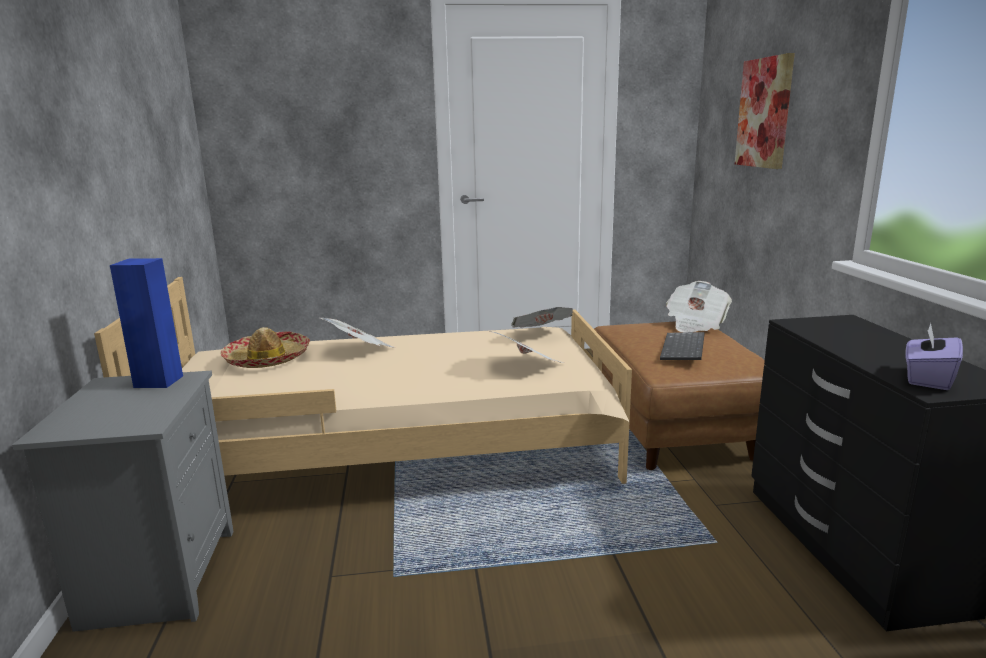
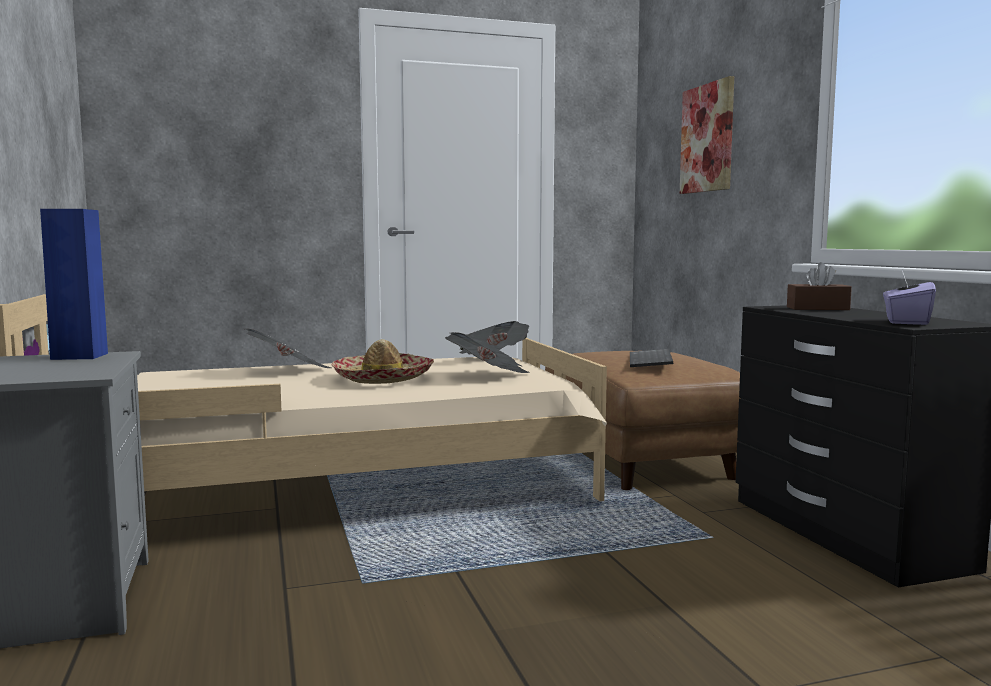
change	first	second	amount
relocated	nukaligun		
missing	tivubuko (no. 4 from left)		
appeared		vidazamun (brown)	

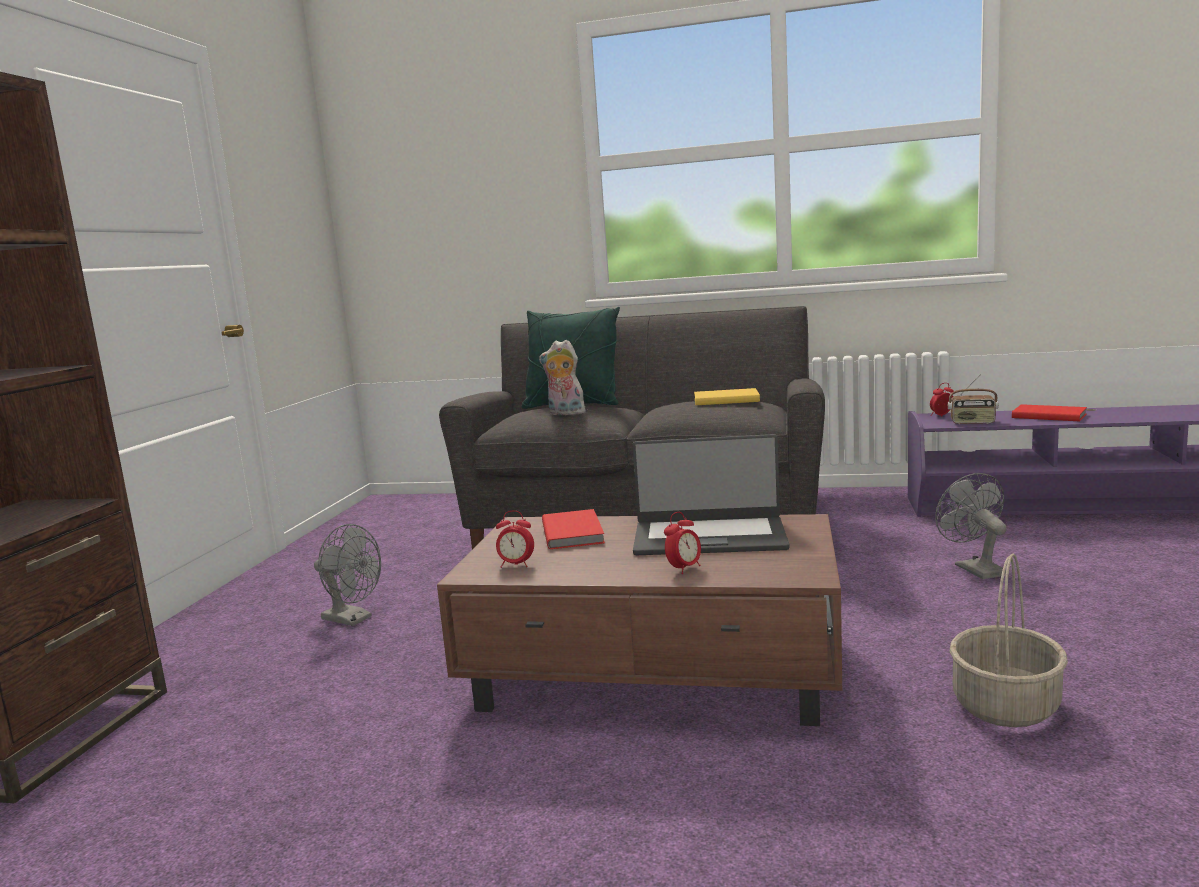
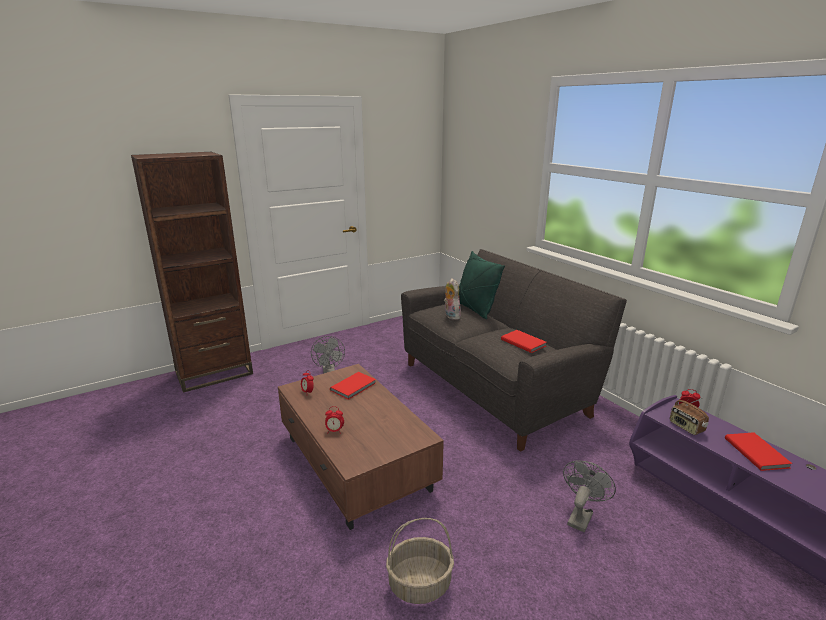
change	first	second	amount
missing	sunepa		
colour	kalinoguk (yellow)	kalinoguk (red) (no. 2 from left)	

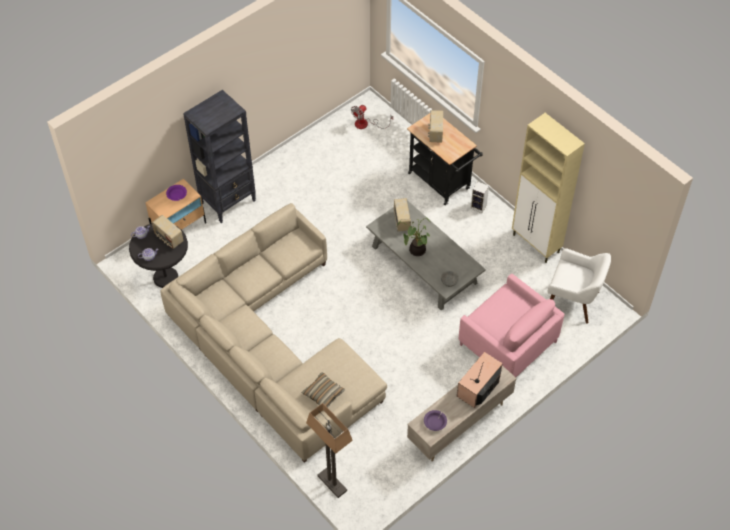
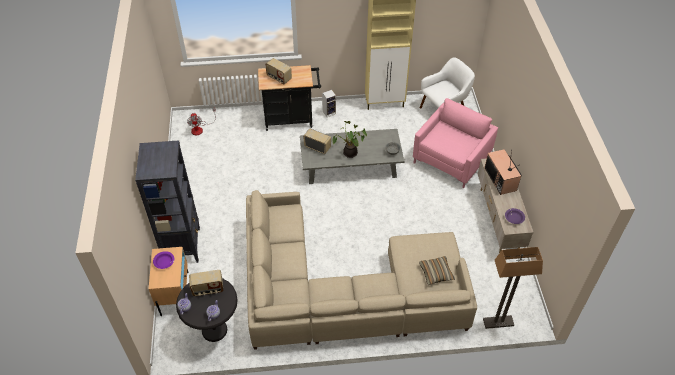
change	first	second	amount
spun	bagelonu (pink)		45 degrees counterclockwise

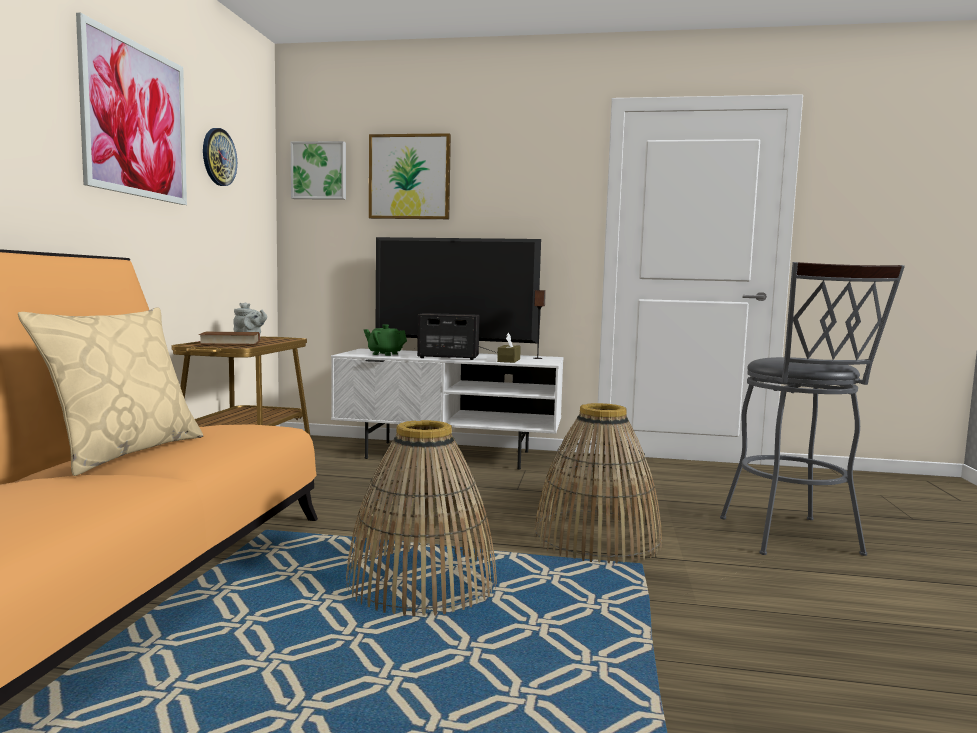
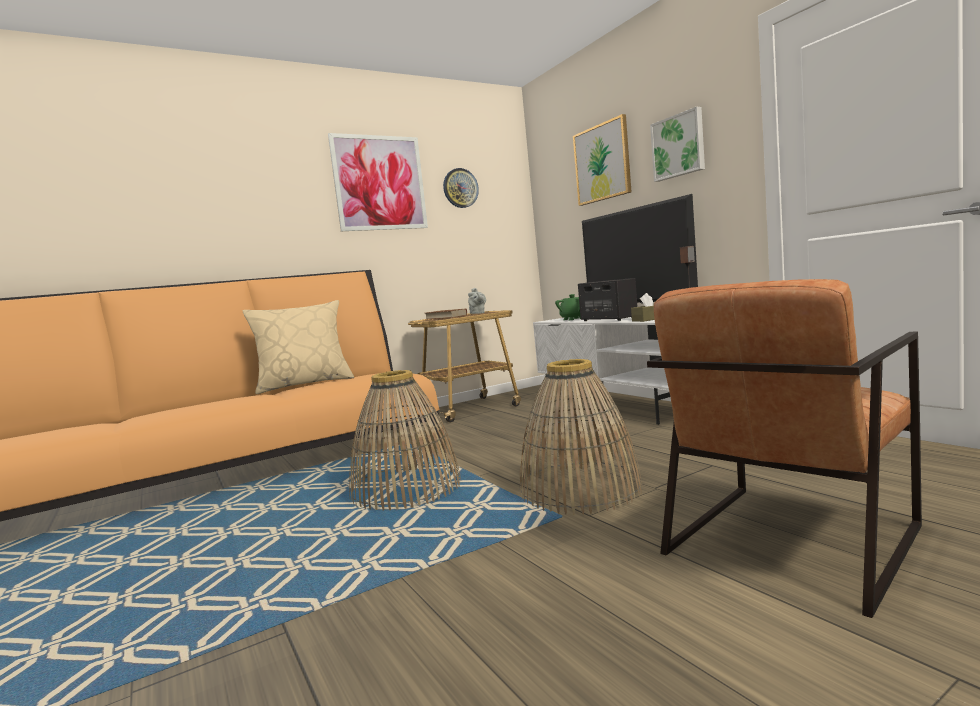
change	first	second	amount
relocated	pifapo (no. 2 from left in the first image)	pifapo (no. 3 from left)	
exchanged	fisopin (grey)	bagelonu (brown)	

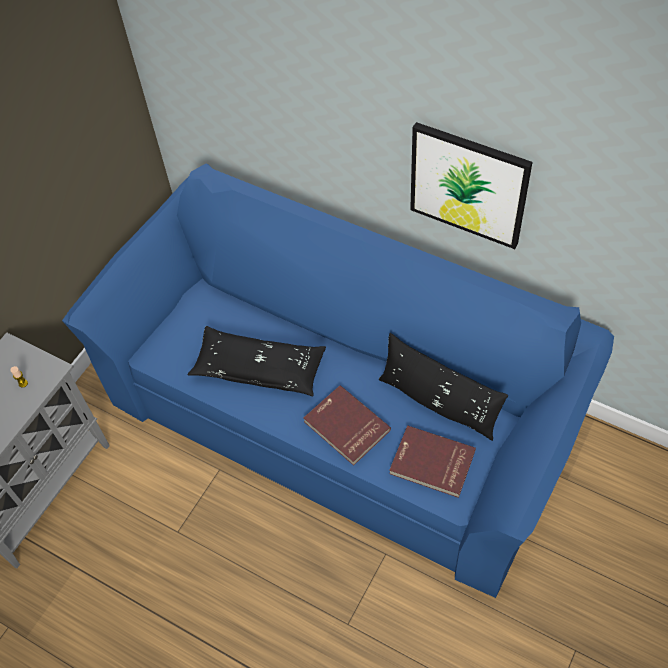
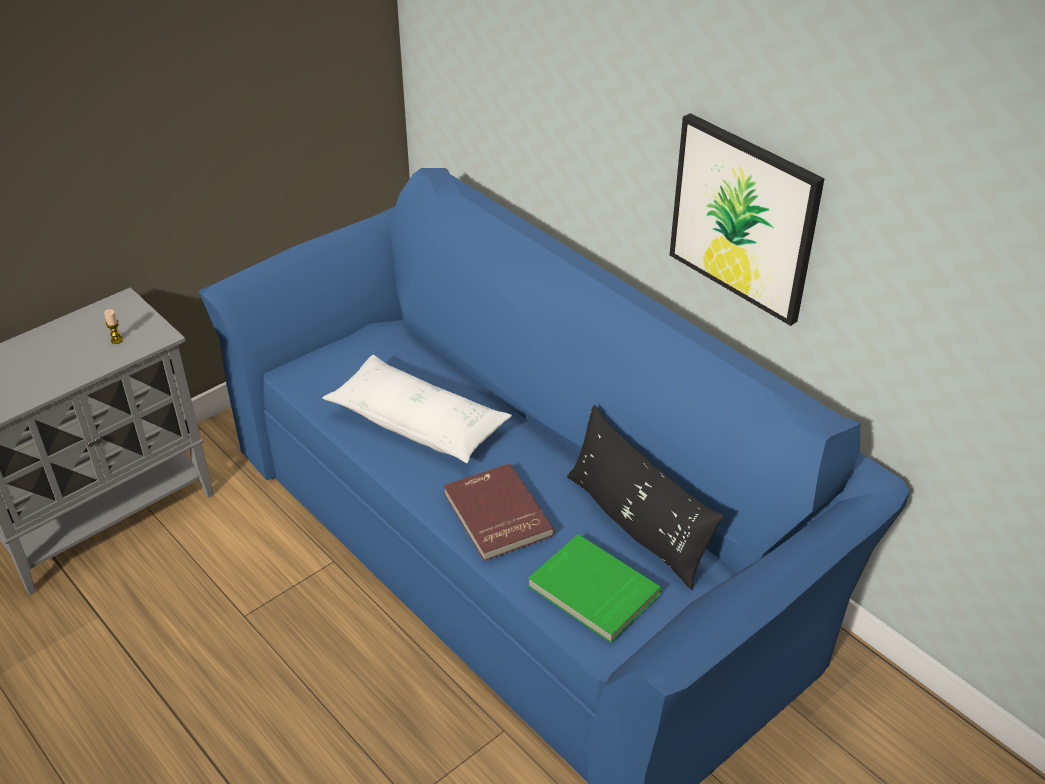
change	first	second	amount
colour	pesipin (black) (no. 1 from left)	pesipin (white)	
colour	kalinoguk (red) (no. 2 from left)	kalinoguk (green)	

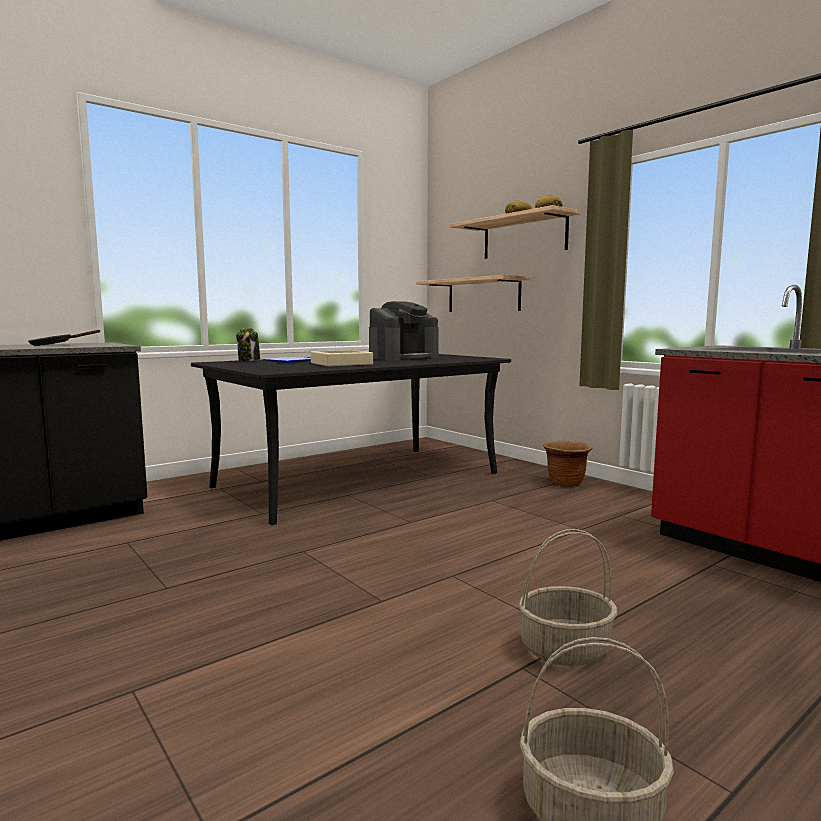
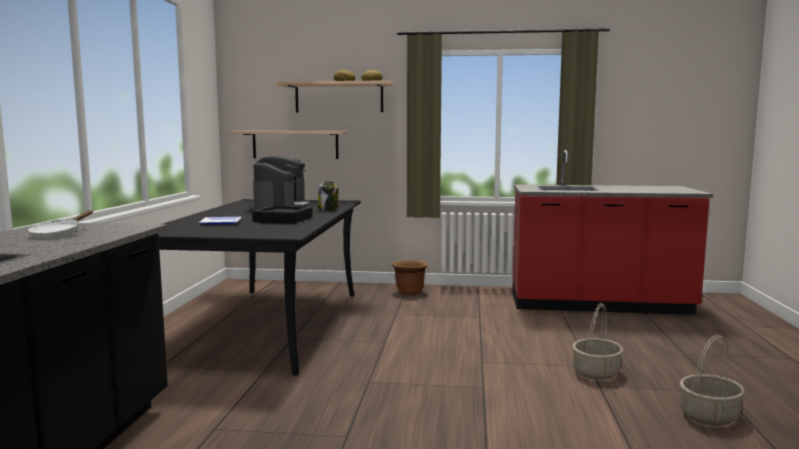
change	first	second	amount
colour	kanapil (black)	kanapil (white)	
relocated	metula		
colour	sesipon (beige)	sesipon (black)	

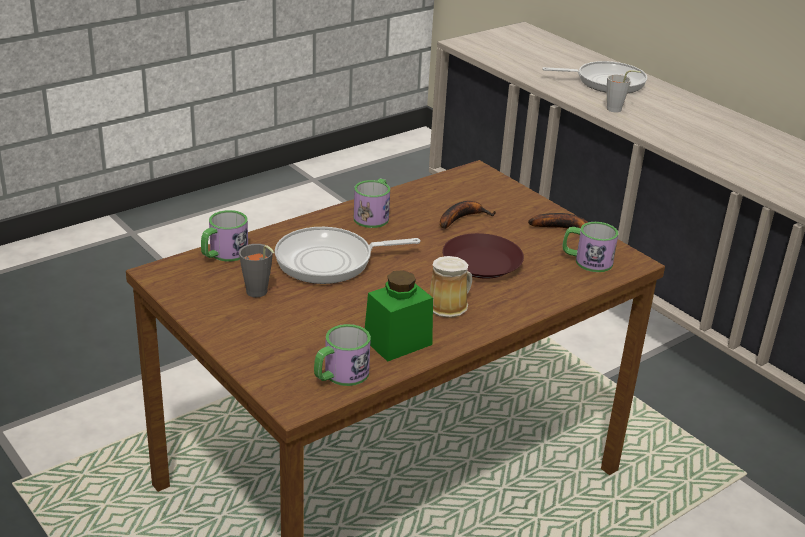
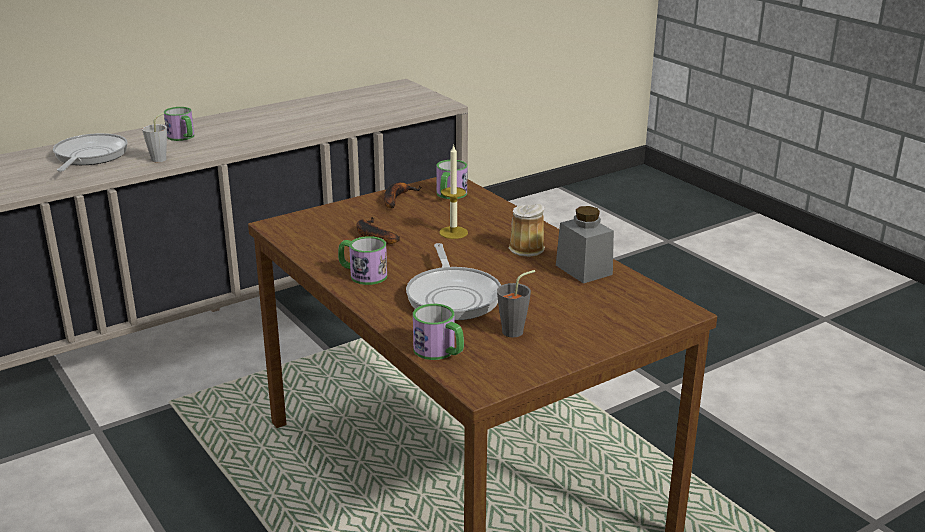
change	first	second	amount
relocated	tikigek (no. 2 from left in the first image)	tikigek (no. 1 from left)	
colour	metula (green)	metula (grey)	
exchanged	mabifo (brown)	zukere	

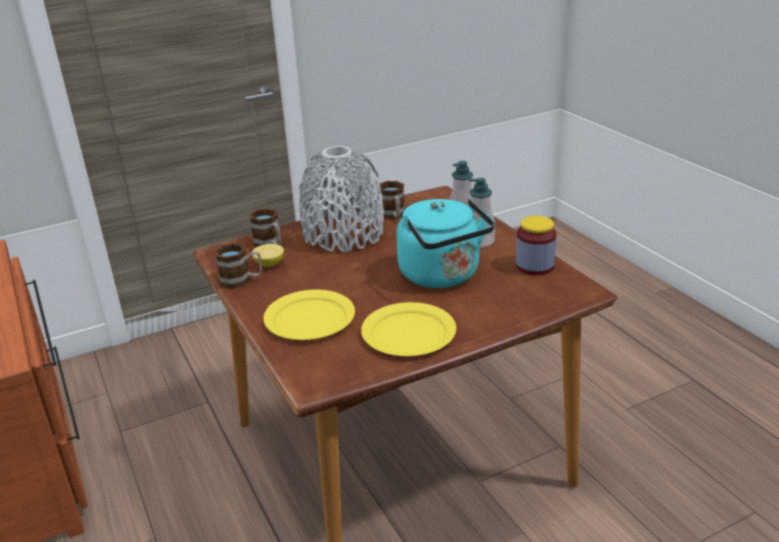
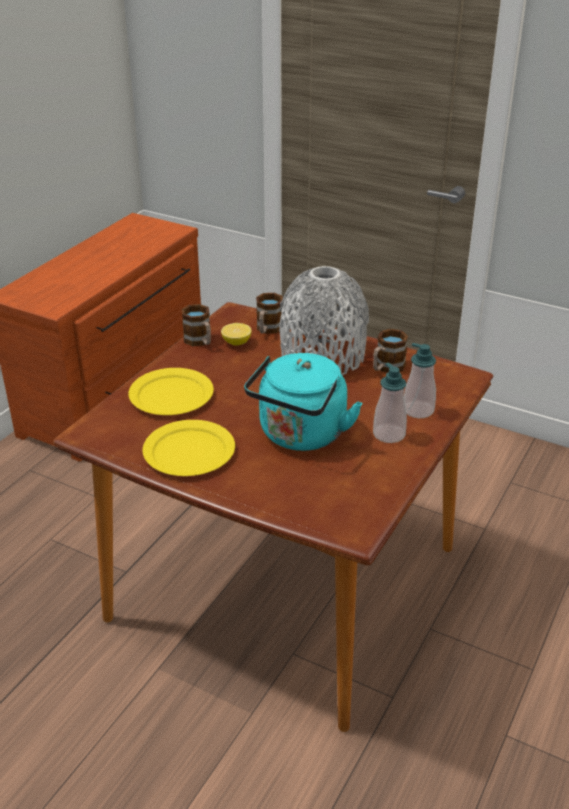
change	first	second	amount
missing	metula		

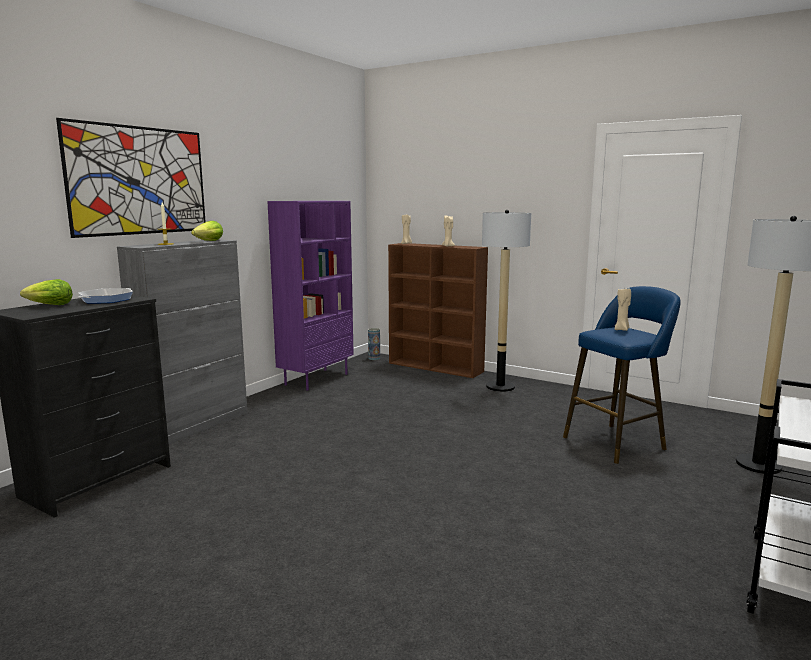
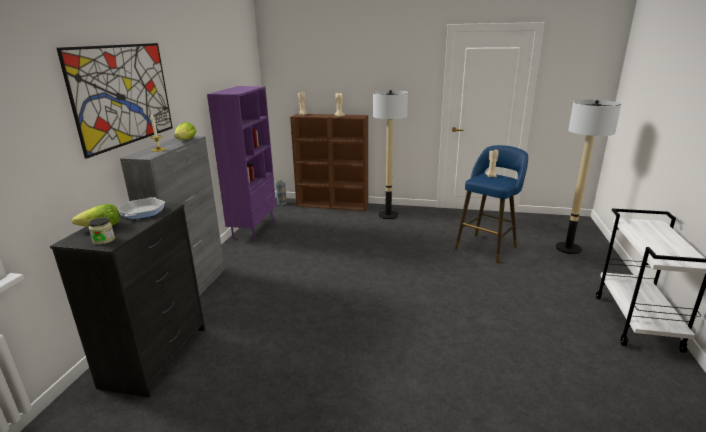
change	first	second	amount
appeared		metula	

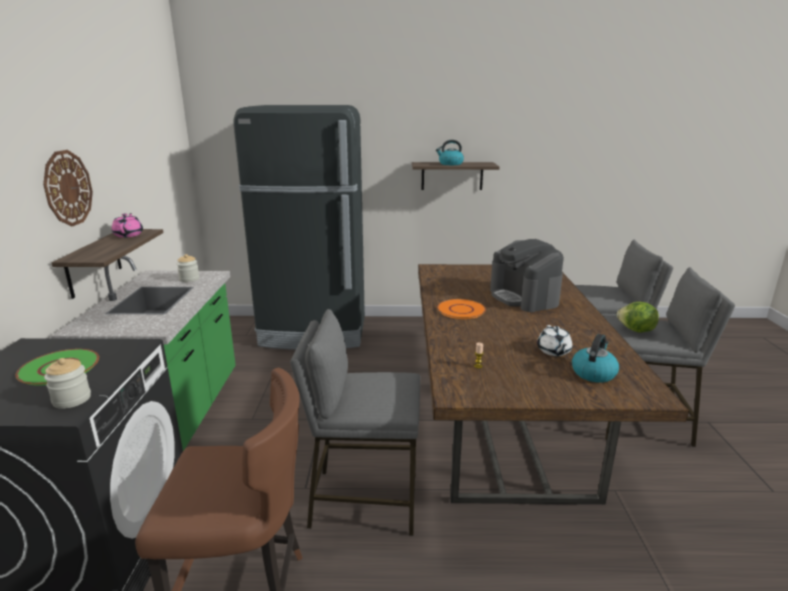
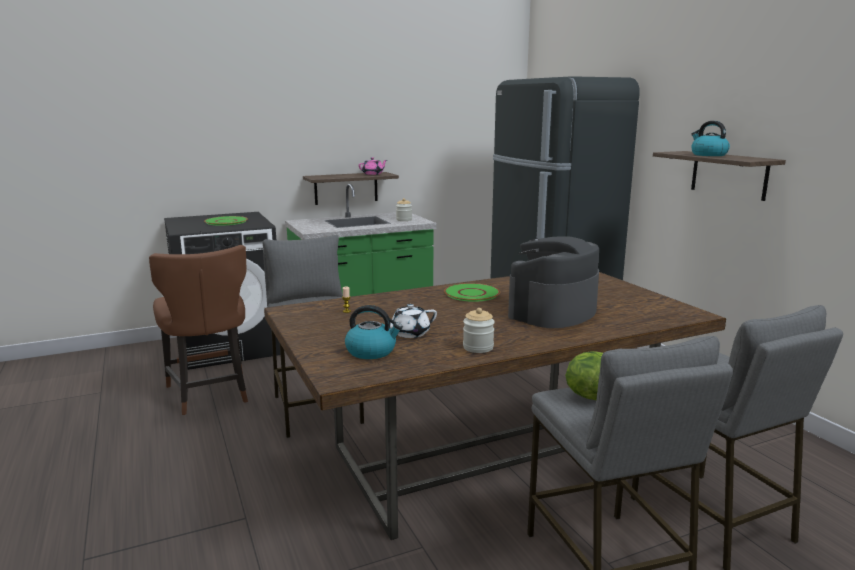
change	first	second	amount
missing	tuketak		
relocated	metula (no. 1 from left in the first image)	metula (no. 2 from left)	
colour	mabifo (orange)	mabifo (green) (no. 2 from left)	

